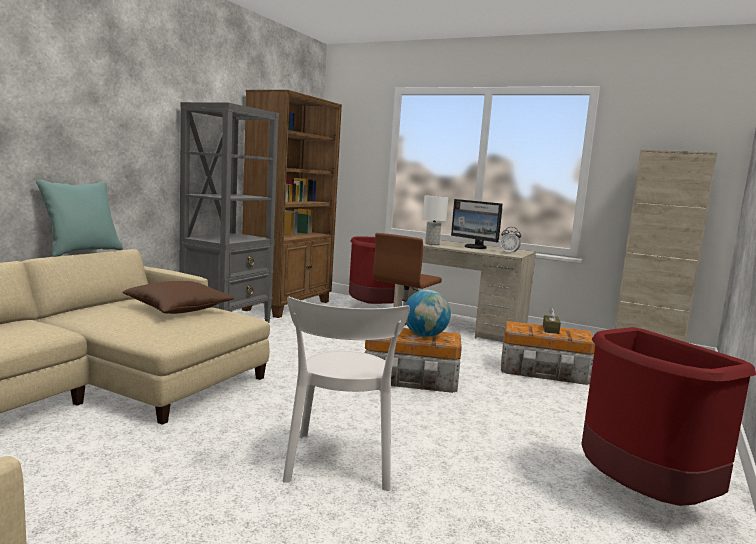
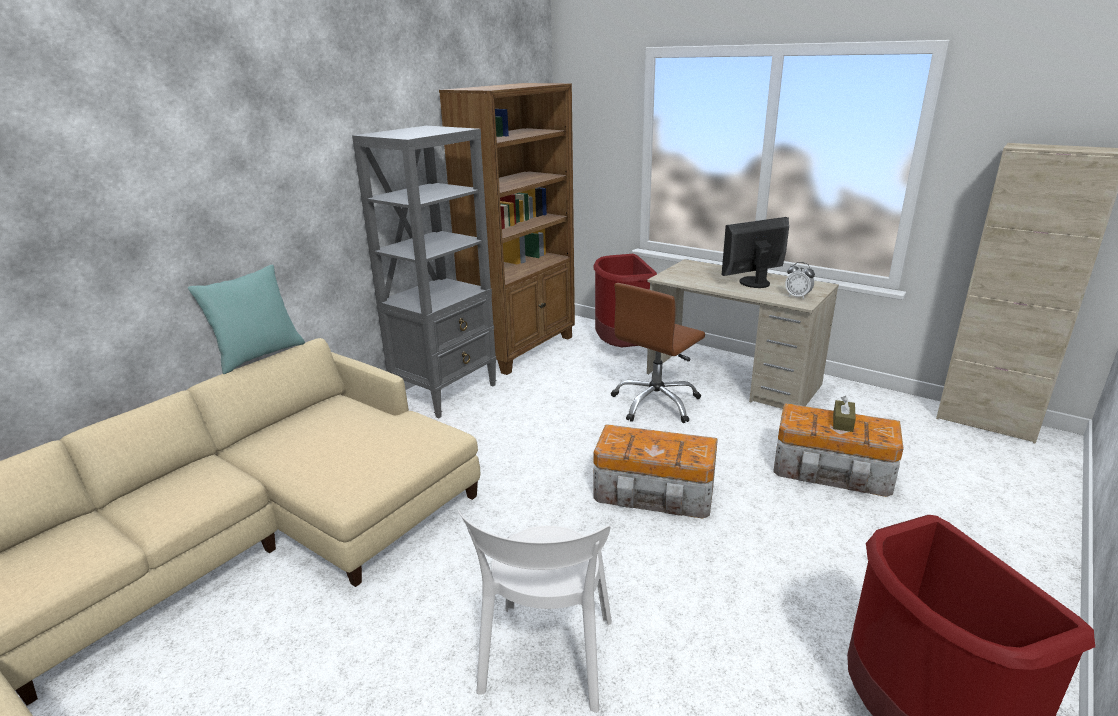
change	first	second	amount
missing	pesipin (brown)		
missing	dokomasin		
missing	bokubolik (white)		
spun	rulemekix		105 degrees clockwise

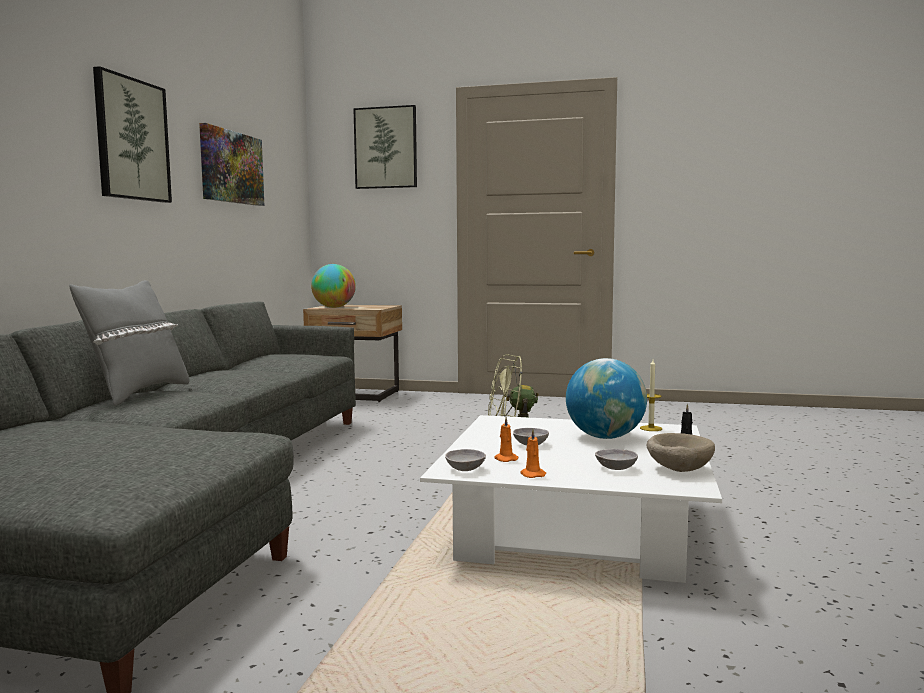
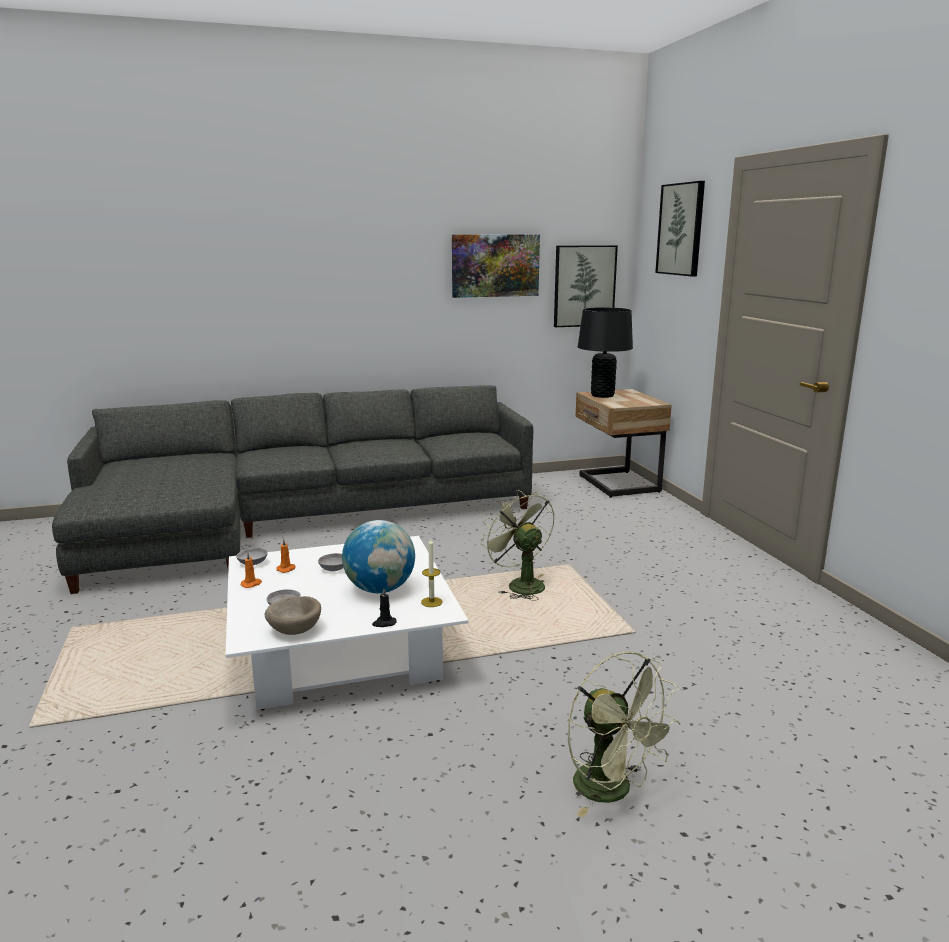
change	first	second	amount
missing	pesipin (grey)		
relocated	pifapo (no. 1 from left in the first image)	pifapo (no. 2 from left)	
exchanged	dokomasin (no. 1 from left)	bokubolik (black)	
appeared		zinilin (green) (no. 2 from left)	

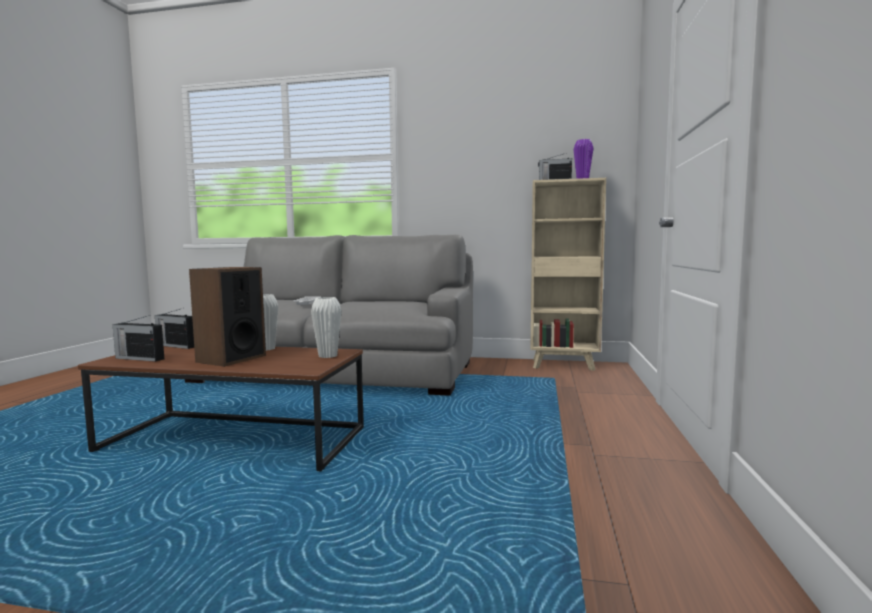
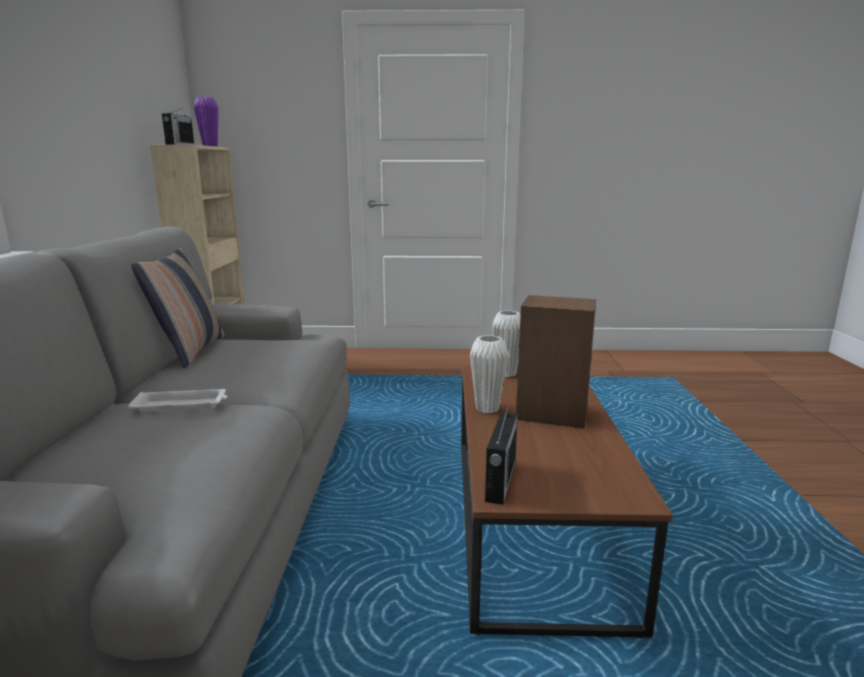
change	first	second	amount
missing	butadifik (no. 1 from left)		
appeared		pesipin	

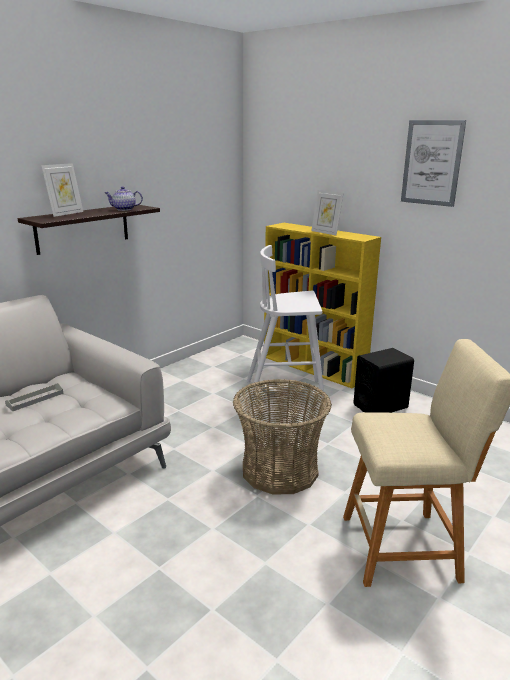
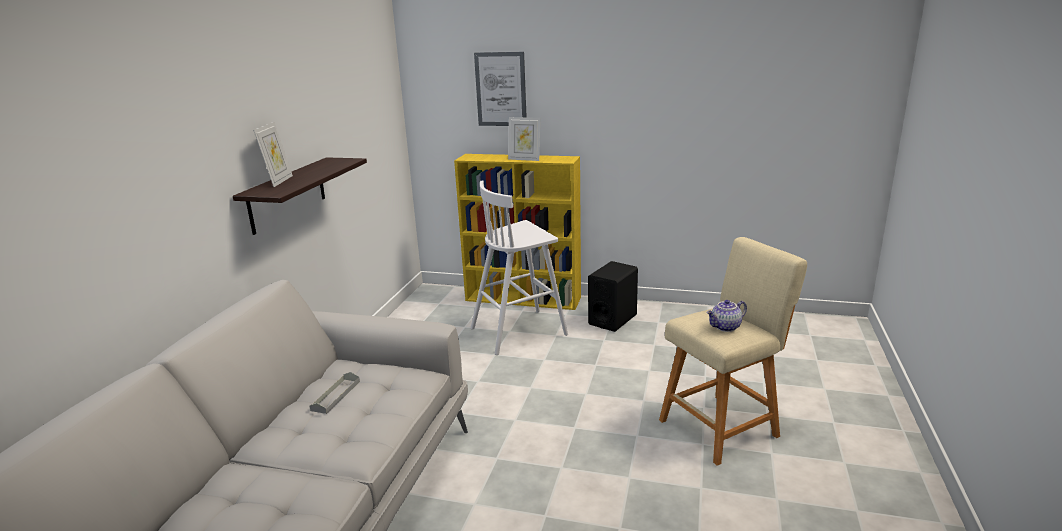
change	first	second	amount
relocated	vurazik		
missing	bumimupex		
relocated	pifapo		

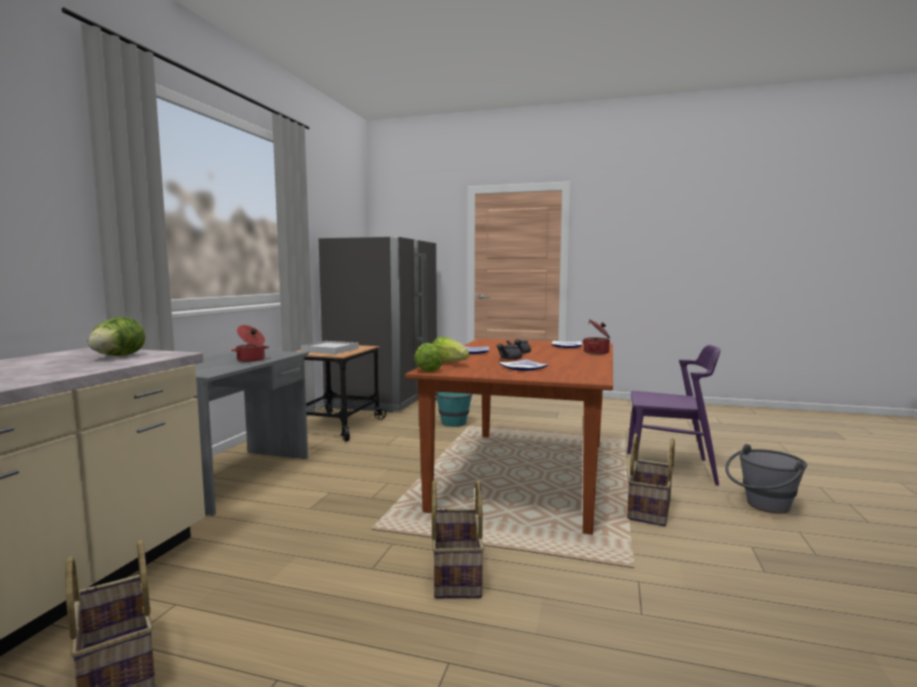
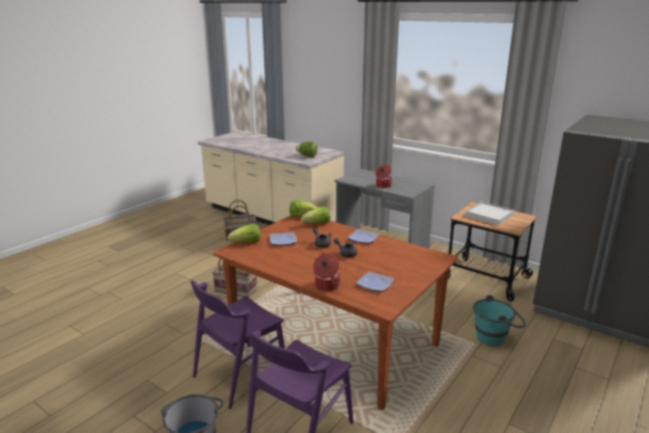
change	first	second	amount
exchanged	bumimupex (no. 3 from left)	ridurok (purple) (no. 1 from left)	
appeared		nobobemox (no. 1 from left)	

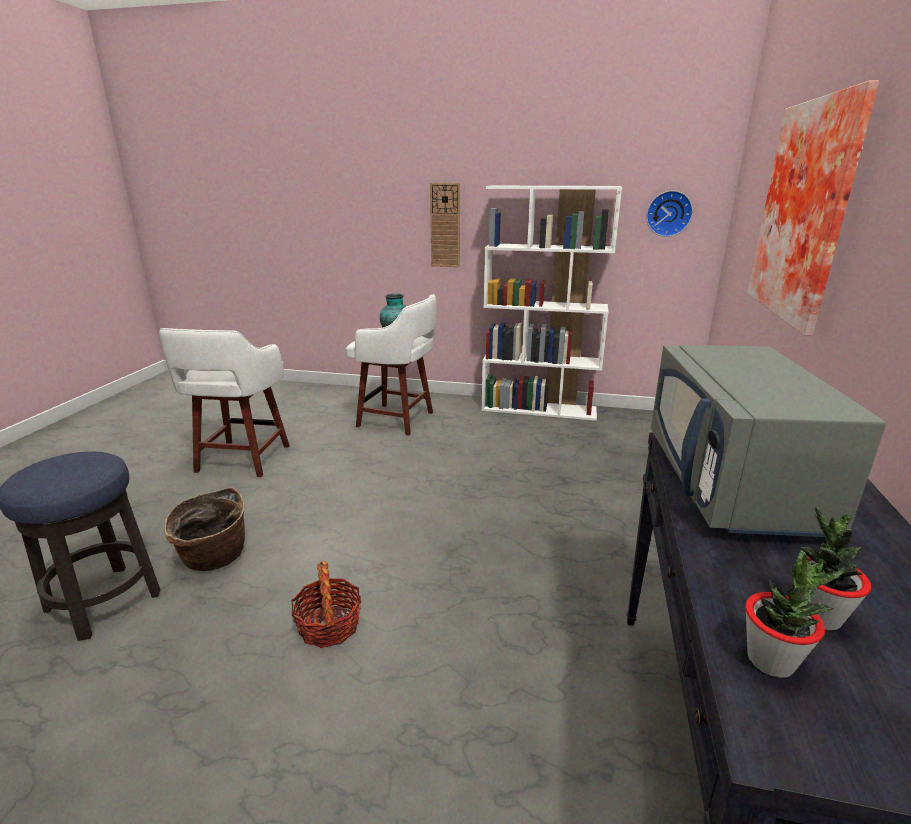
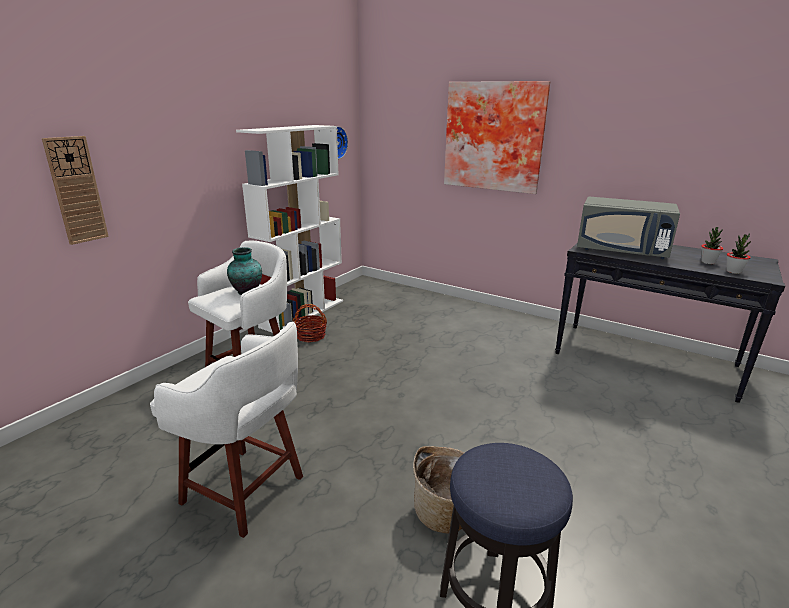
change	first	second	amount
relocated	bumimupex (no. 2 from left in the first image)	bumimupex (no. 1 from left)	
relocated	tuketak (no. 1 from left)		

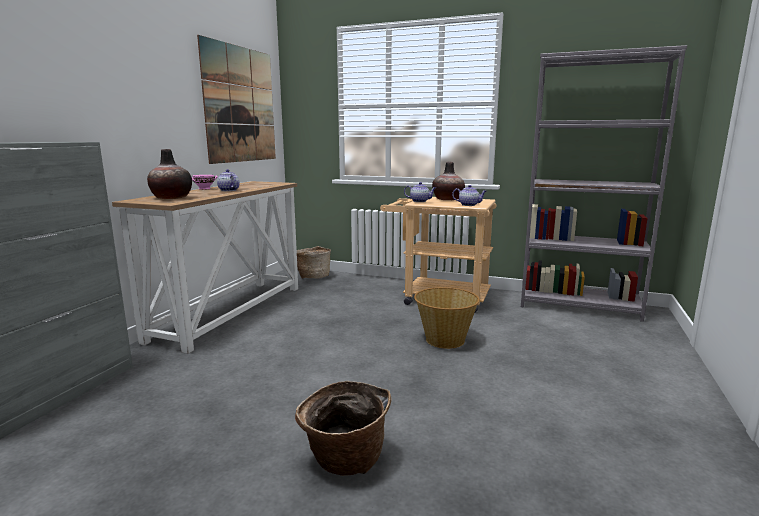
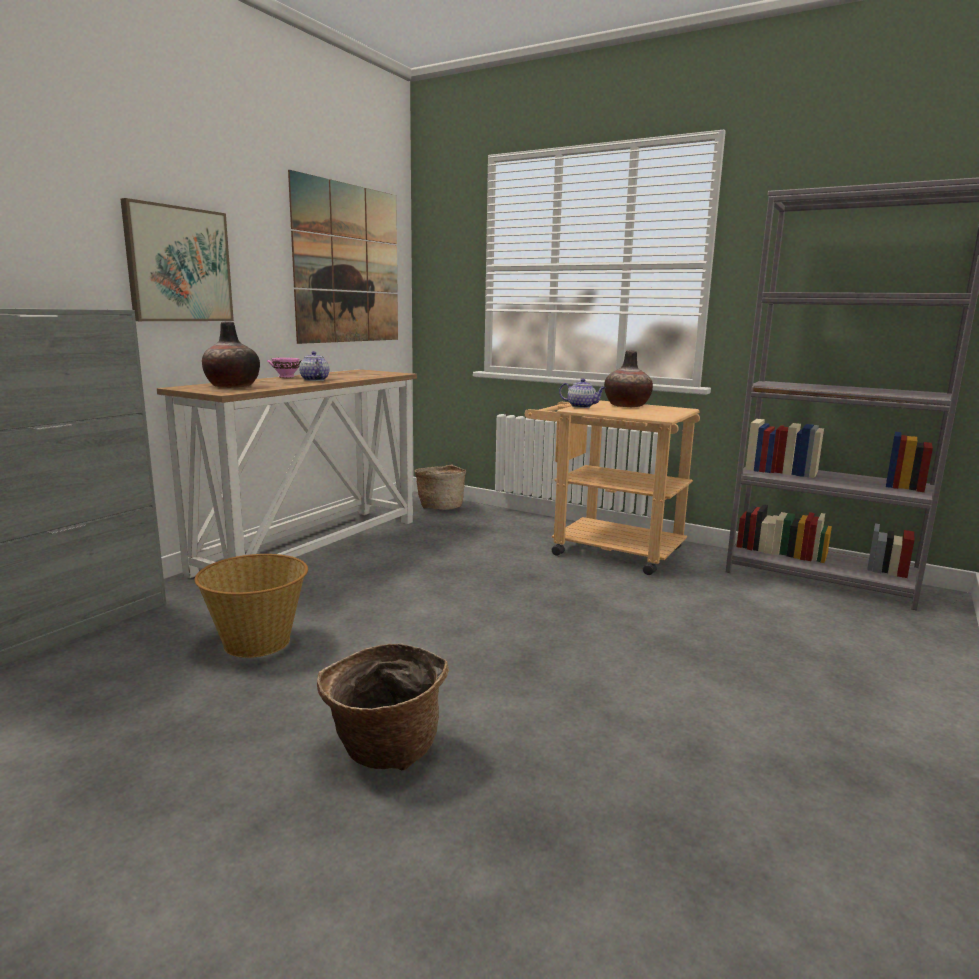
change	first	second	amount
relocated	bumimupex (no. 3 from left in the first image)	bumimupex (no. 1 from left)	
missing	vurazik (no. 3 from left)		
appeared		pifapo (no. 1 from left)	

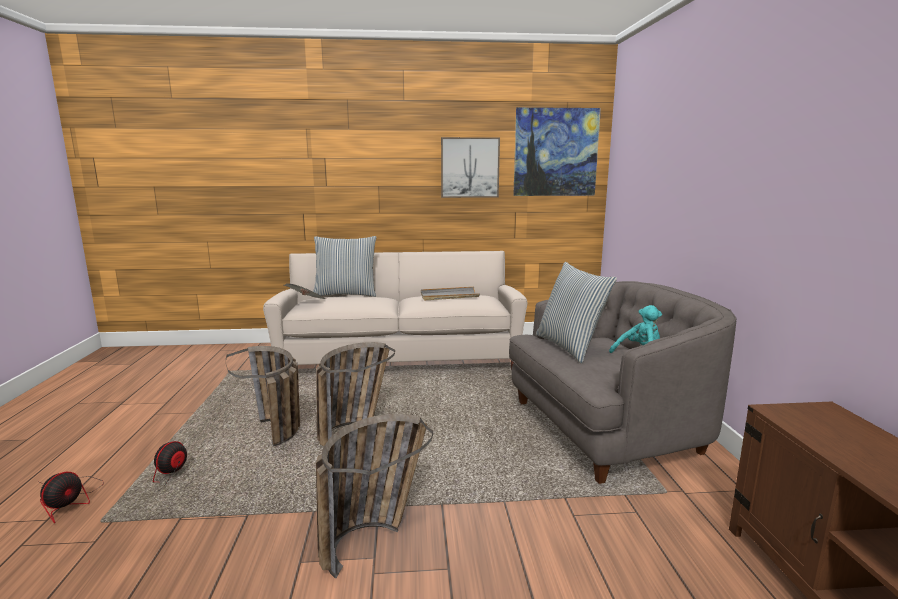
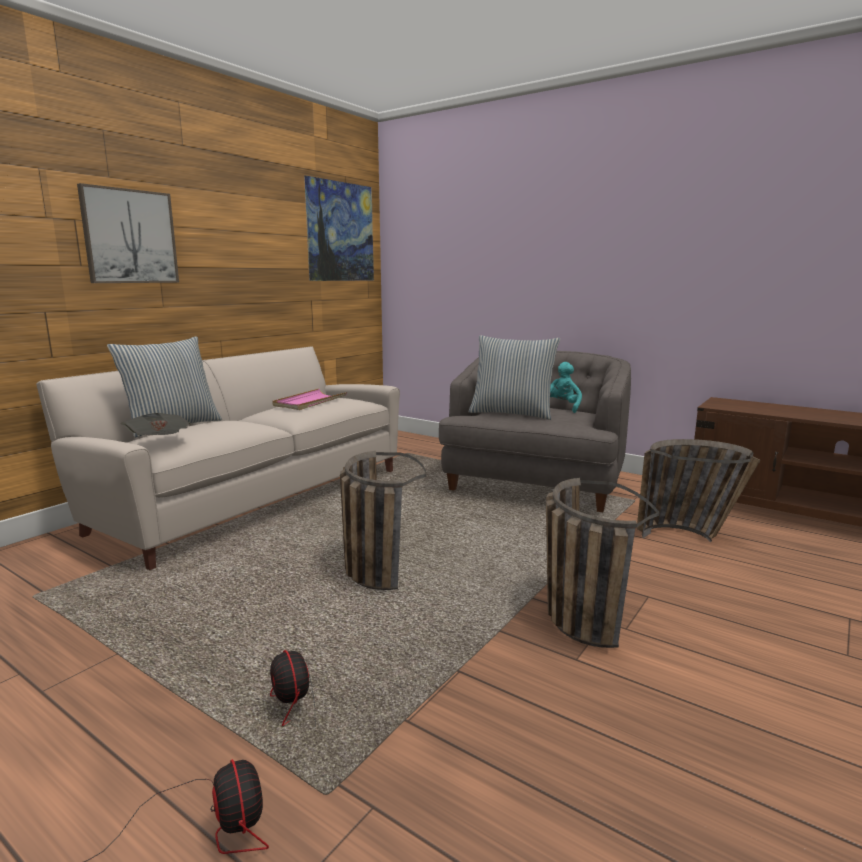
change	first	second	amount
relocated	bumimupex (no. 1 from left in the first image)	bumimupex (no. 3 from left)	
colour	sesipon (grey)	sesipon (pink)	
relocated	pifapo (no. 1 from left)		

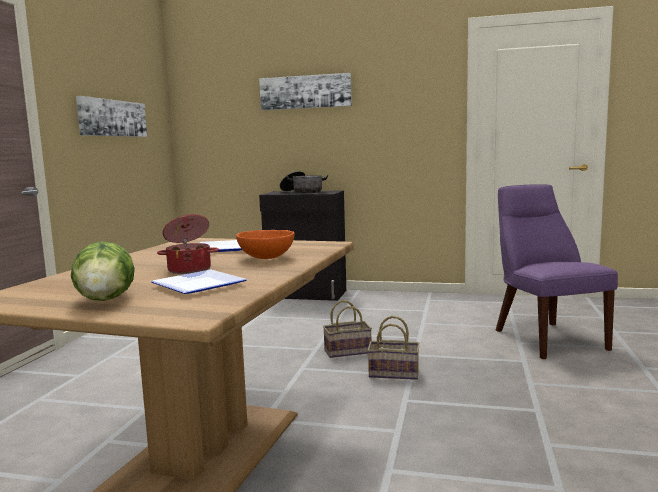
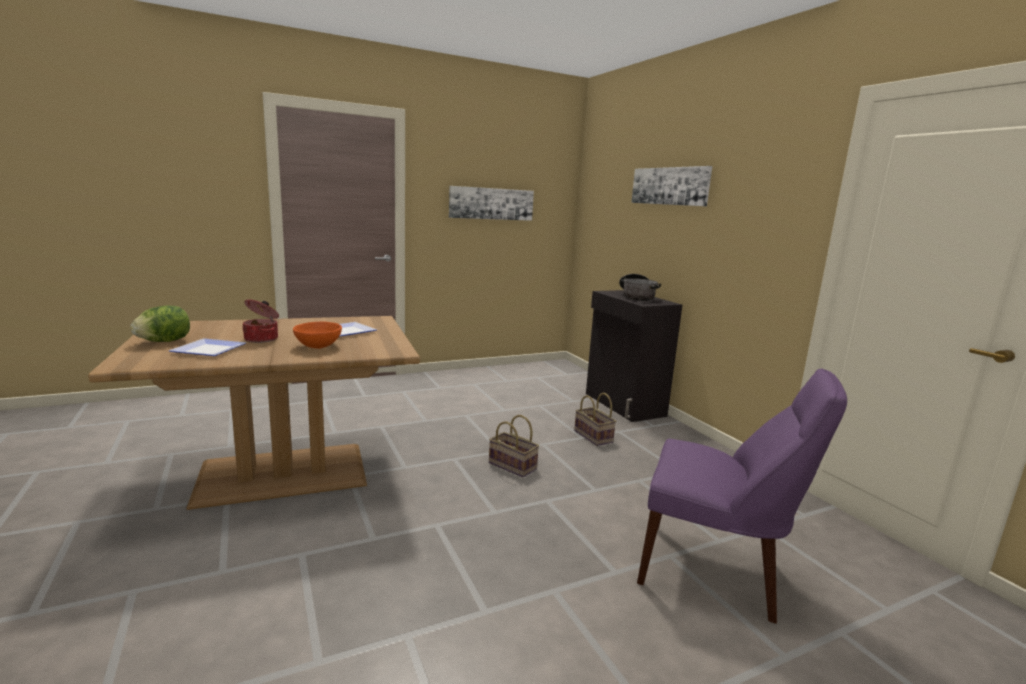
change	first	second	amount
relocated	bumimupex (no. 2 from left)		
spun	ridurok (purple)		75 degrees clockwise

